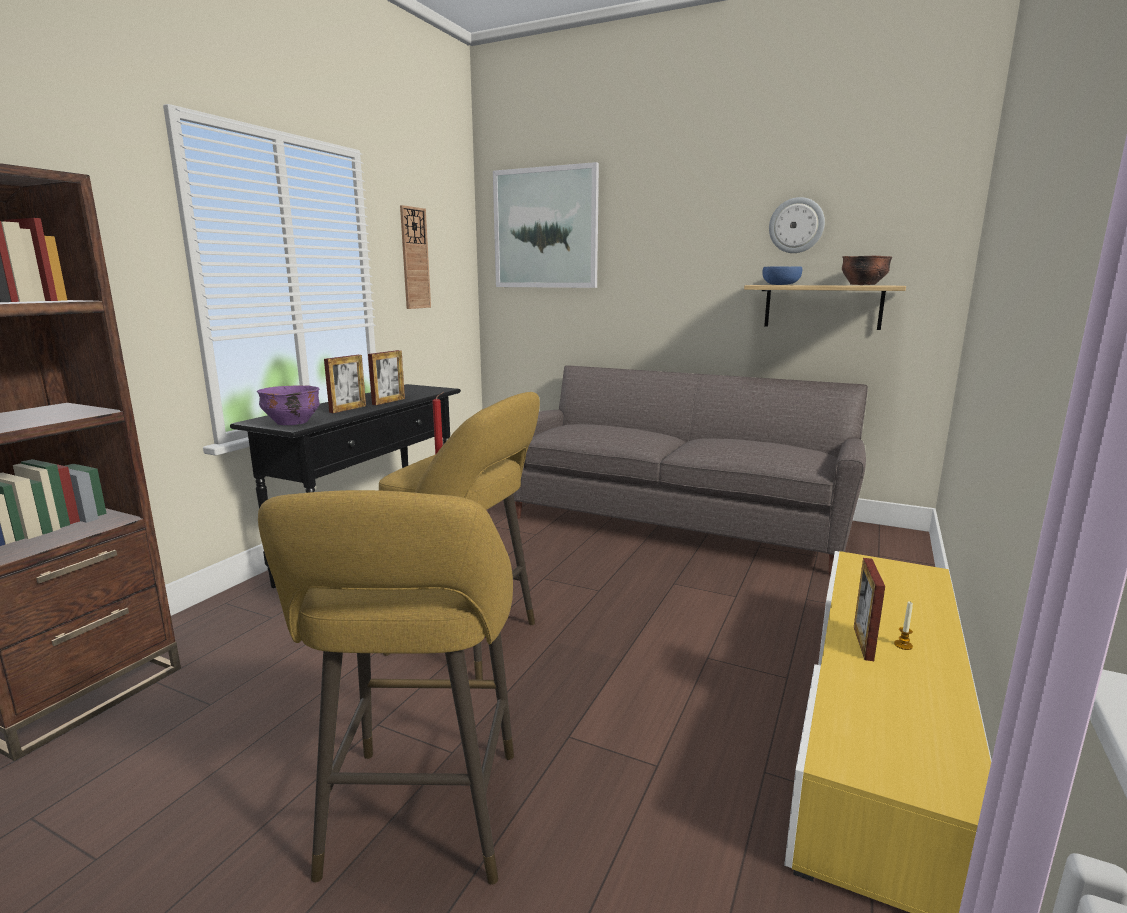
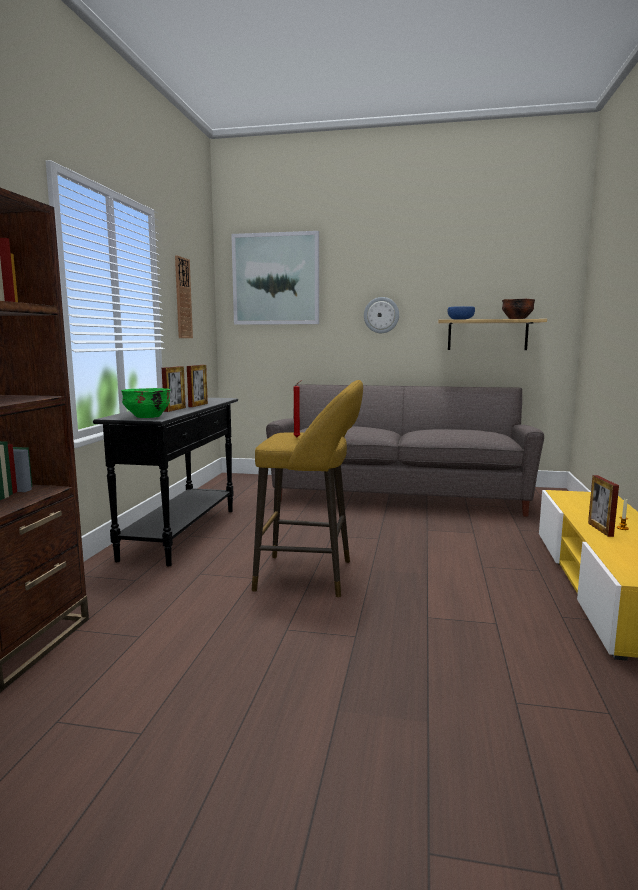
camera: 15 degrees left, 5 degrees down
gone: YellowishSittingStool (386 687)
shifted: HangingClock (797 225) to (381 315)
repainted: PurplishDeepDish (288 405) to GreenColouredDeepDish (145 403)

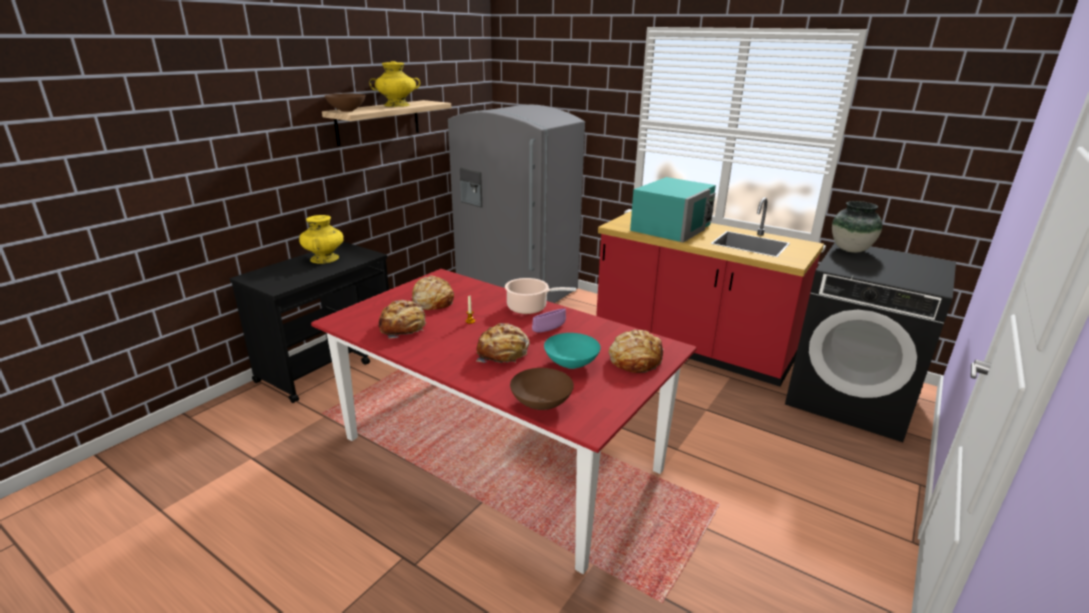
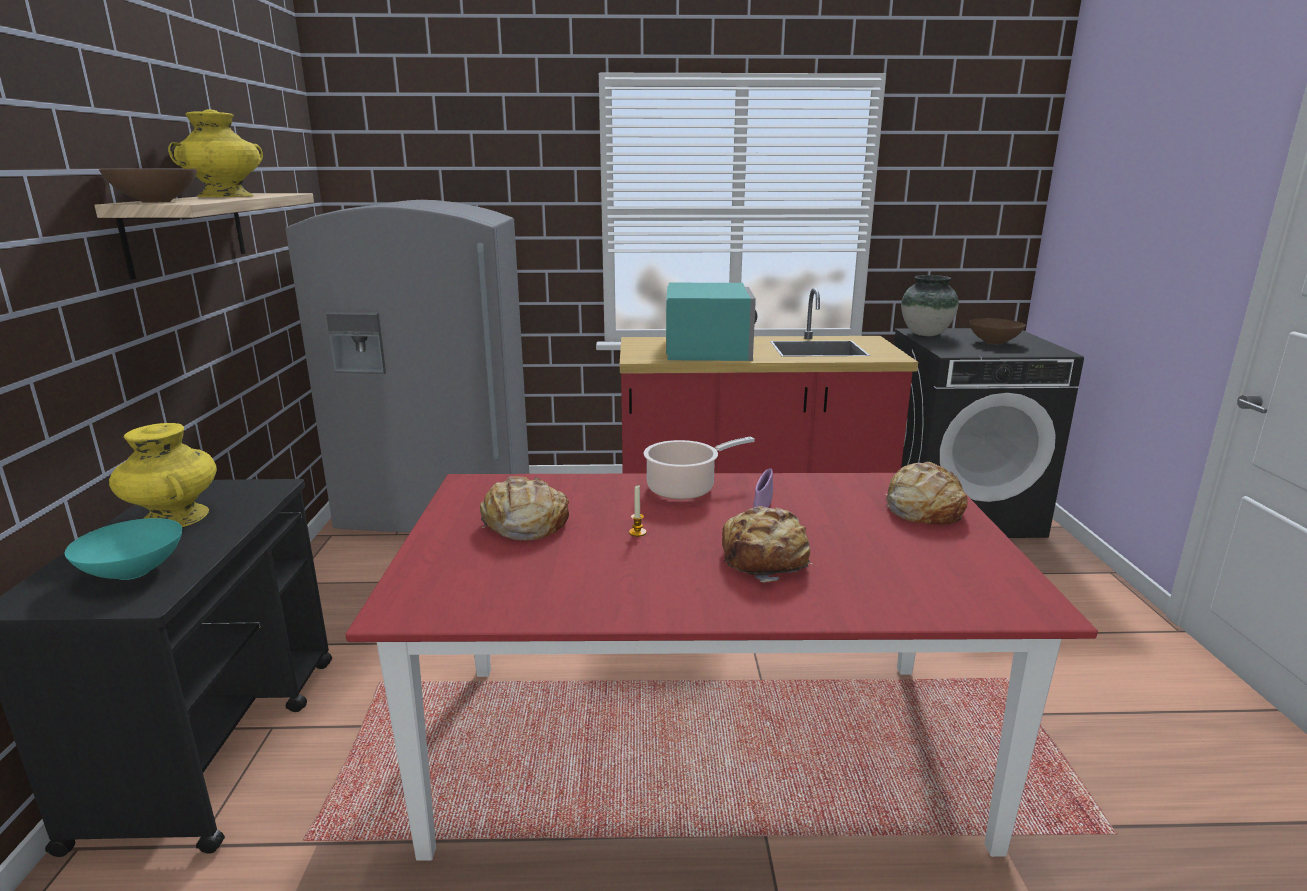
camera: 35 degrees left, 5 degrees down
gone: BakedBread (402 319)
shifted: BlueGreenDeepDish (572 351) to (123 549); BrownDeepDish (542 389) to (997 331)

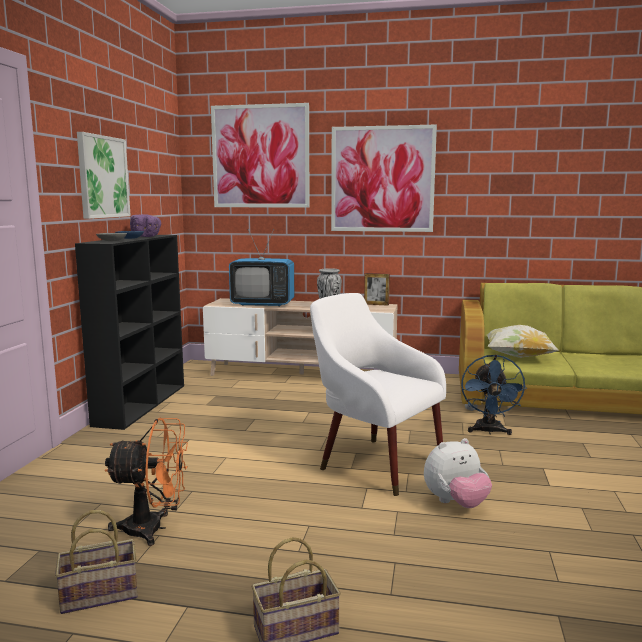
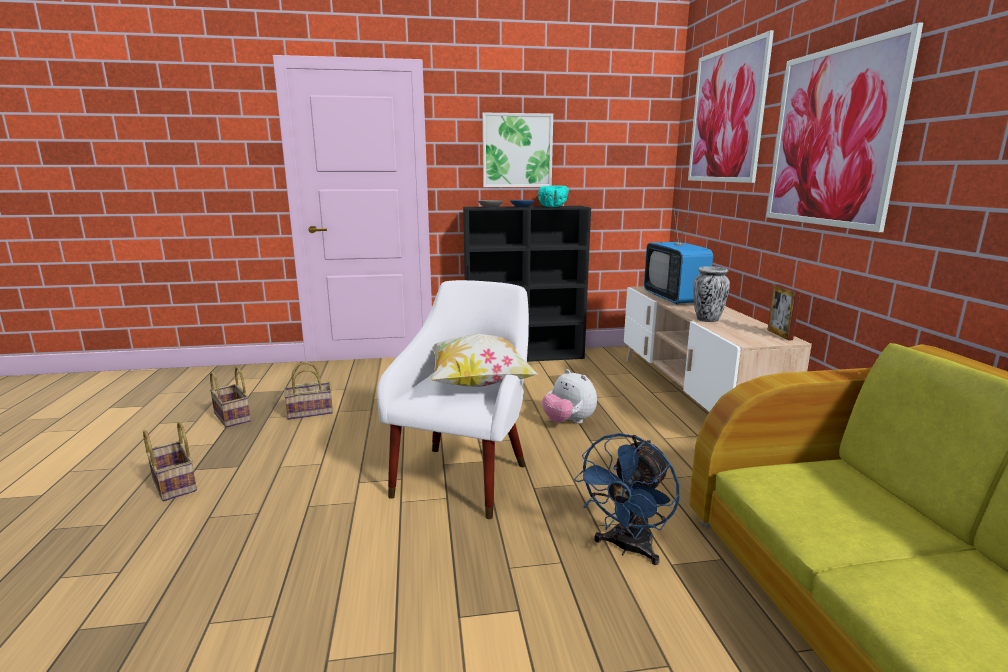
camera: 70 degrees right, 5 degrees up
shifted: Cushion (523 341) to (484 360); CuddlyToy (458 473) to (569 396)
swapped: OrangeyCoolingFan (146 482) to HouseholdBasket (308 391)
repainted: PurplishDeepDish (145 225) to BlueGreenDeepDish (553 196)
rotated: BlueCoolingFan (494 394) = (626 499) 45 degrees counterclockwise

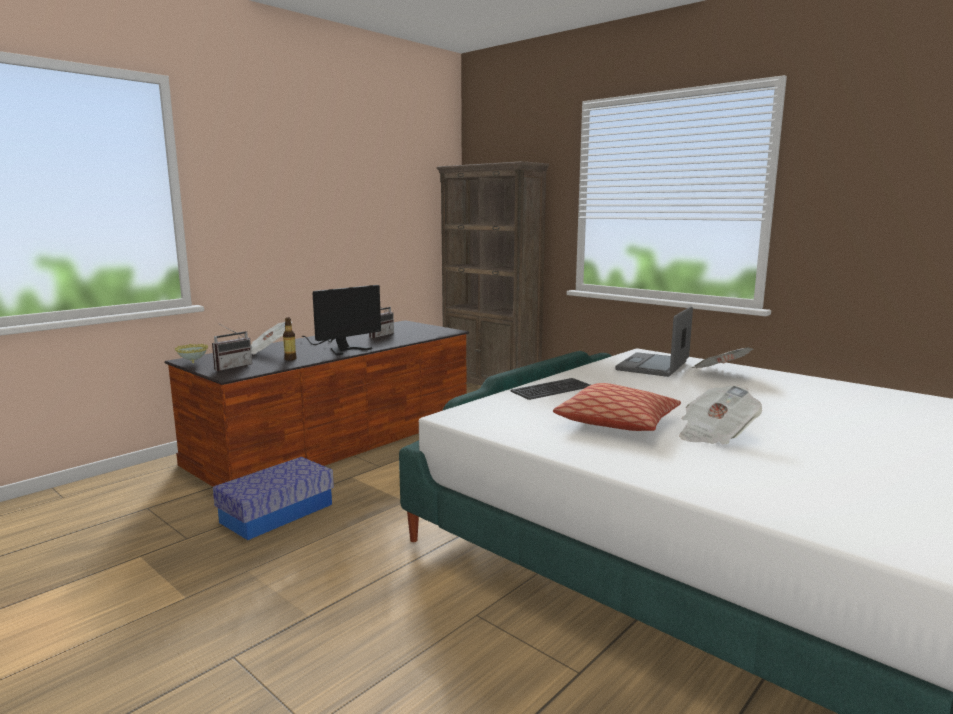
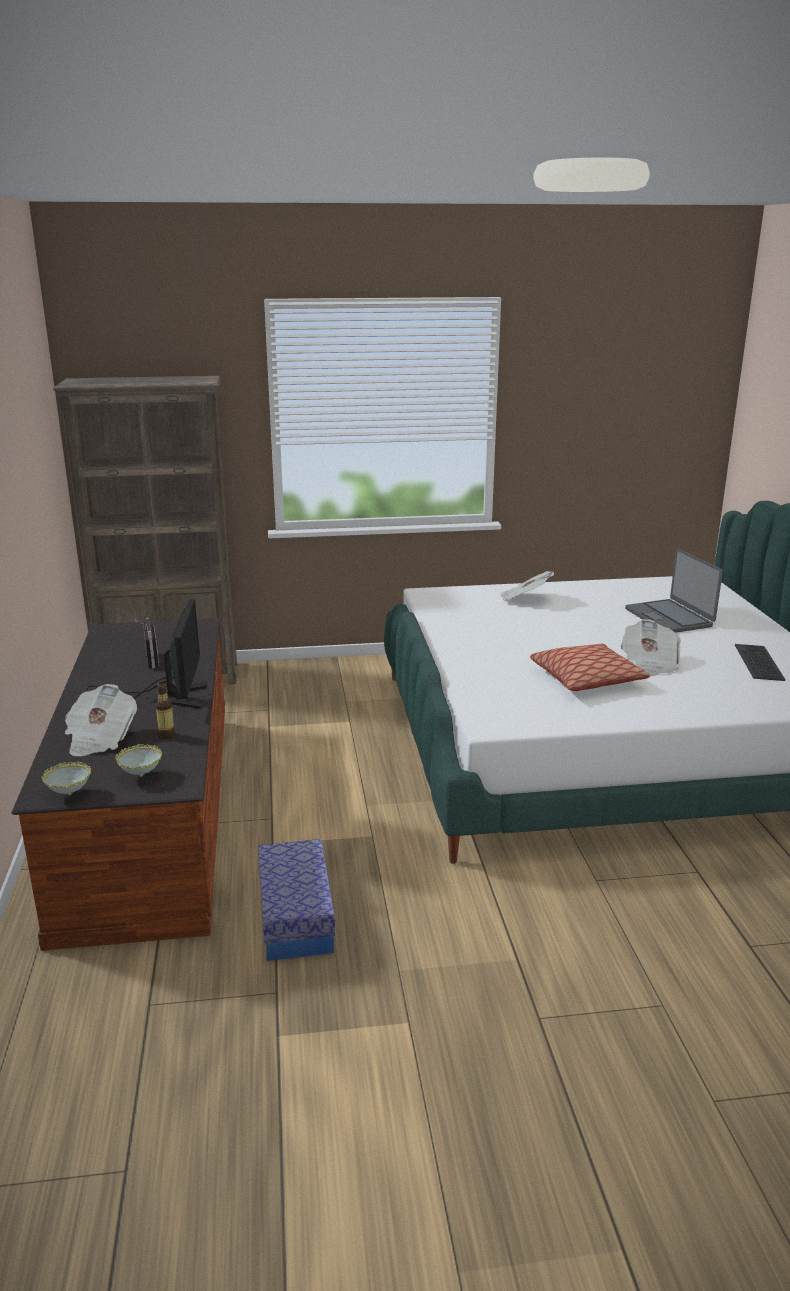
camera: 50 degrees left, 10 degrees up
shifted: Laptop (654 342) to (674 590); ComputerKeyboard (550 389) to (760 662)
swapped: RadioSet (232 347) to DeepDish (138 760)

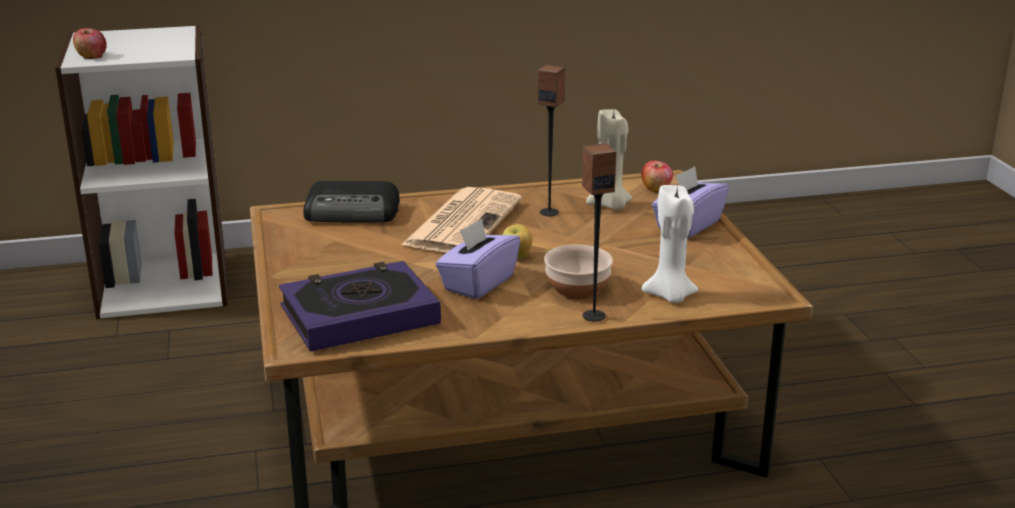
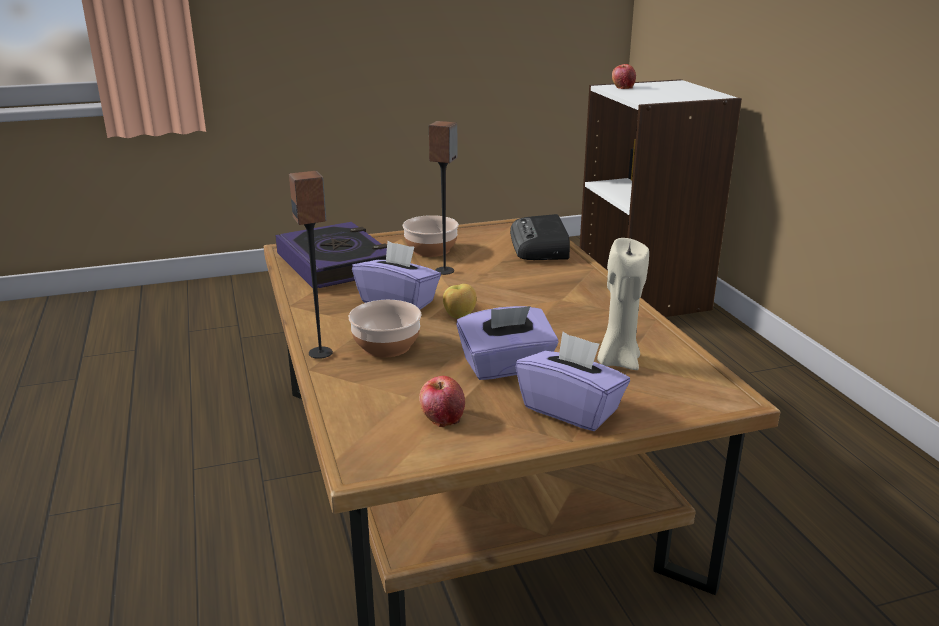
camera: 85 degrees right, 0 degrees up
gone: WhiteColouredWaxCandle (670 244); DailyPaper (461 220)
new: DeepDish (430 236); PurplishBoxOfTissues (507 343)
shifted: AudioSpeaker (552 140) to (443 198); Apple (657 176) to (442 401)

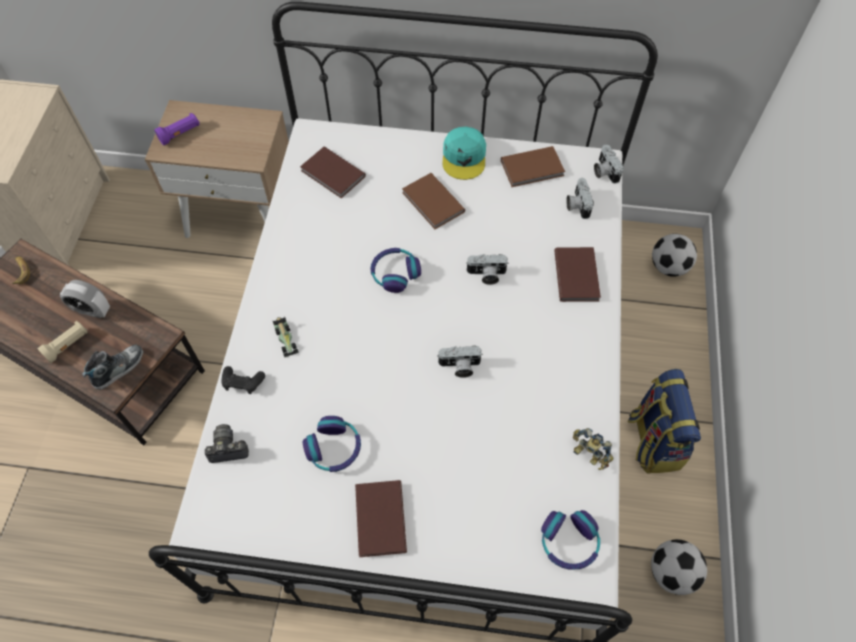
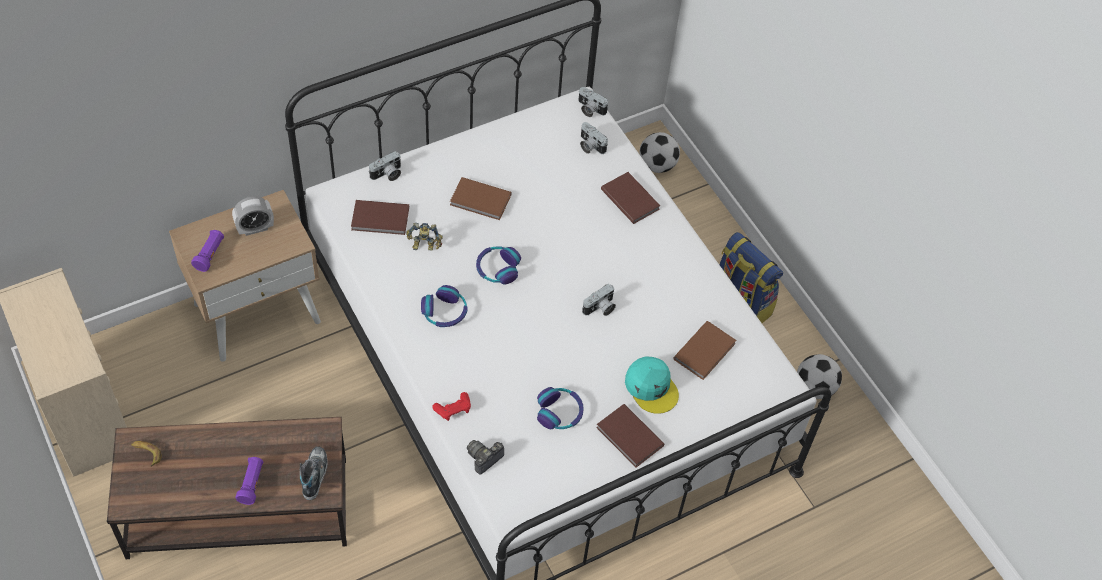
camera: 40 degrees left, 5 degrees down
gone: ModelCar (285 336)
shifted: BlueGreenCap (464 153) to (652 385); BrownBoundBook (533 166) to (704 350); PhotoCamera (487 269) to (385 166); TableClock (85 299) to (253 216); RobotFigure (593 449) to (424 237); Headset (570 539) to (444 306)
repainted: BeigeHandTorch (63 342) to PurplishHandTorch (249 481); BlackGameController (243 380) to RedGameController (451 406)

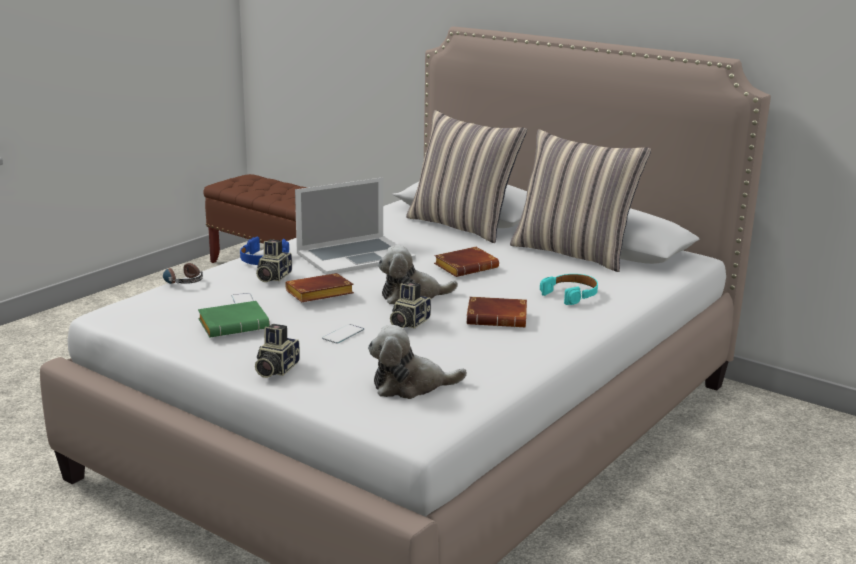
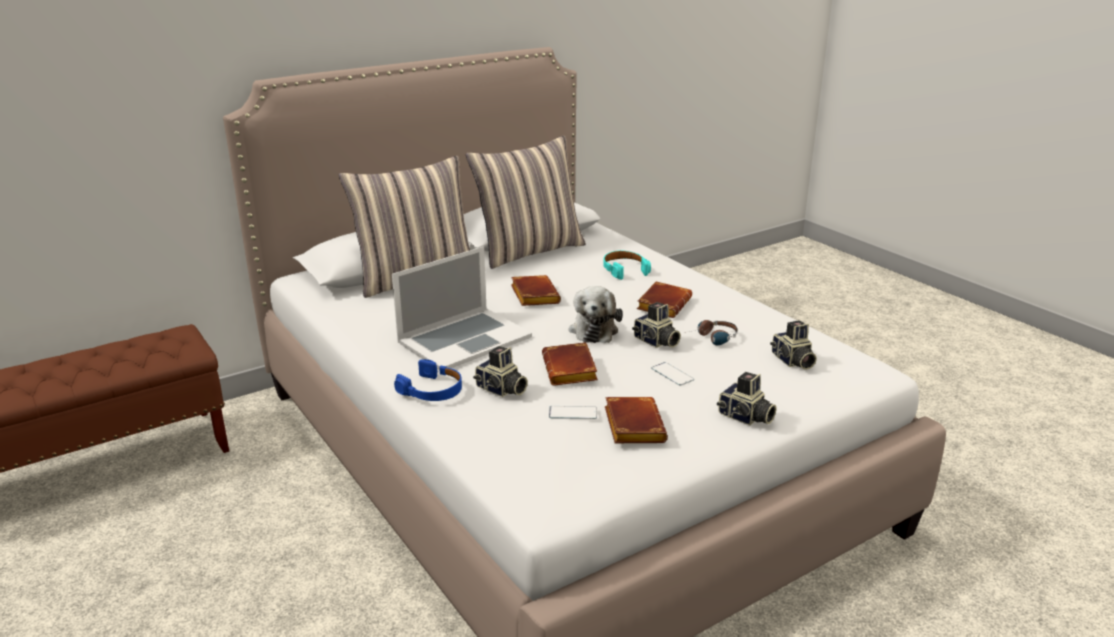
camera: 70 degrees left, 5 degrees up
shifted: Headset (183 273) to (711 332)
swapped: CuddlyToy (417 362) to PhotoCamera (793 345)
repainted: GreenColouredBoundBook (234 319) to BrownBoundBook (636 420)
rotated: Laptop (355 226) = (462 308) 60 degrees clockwise

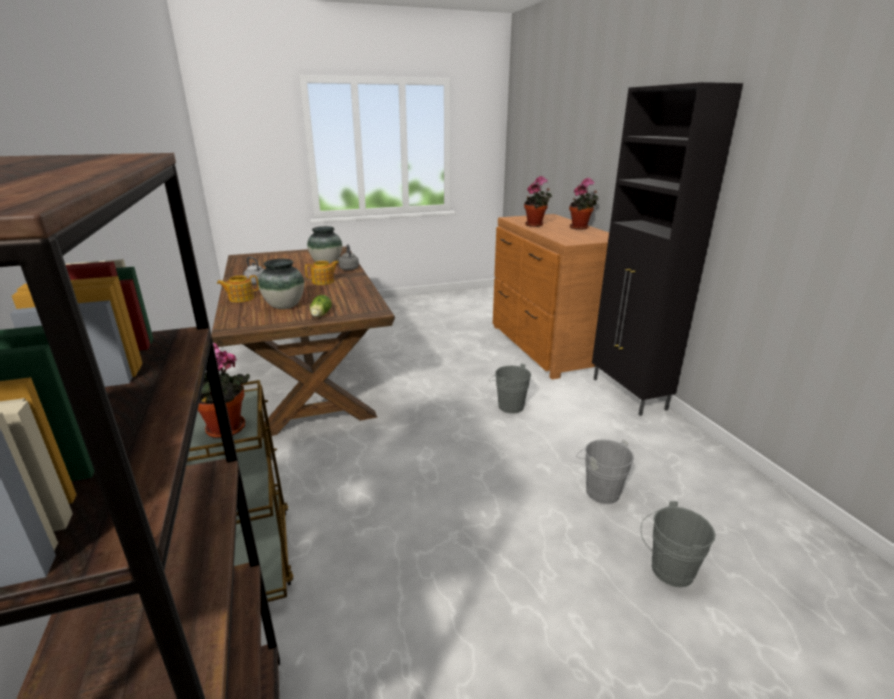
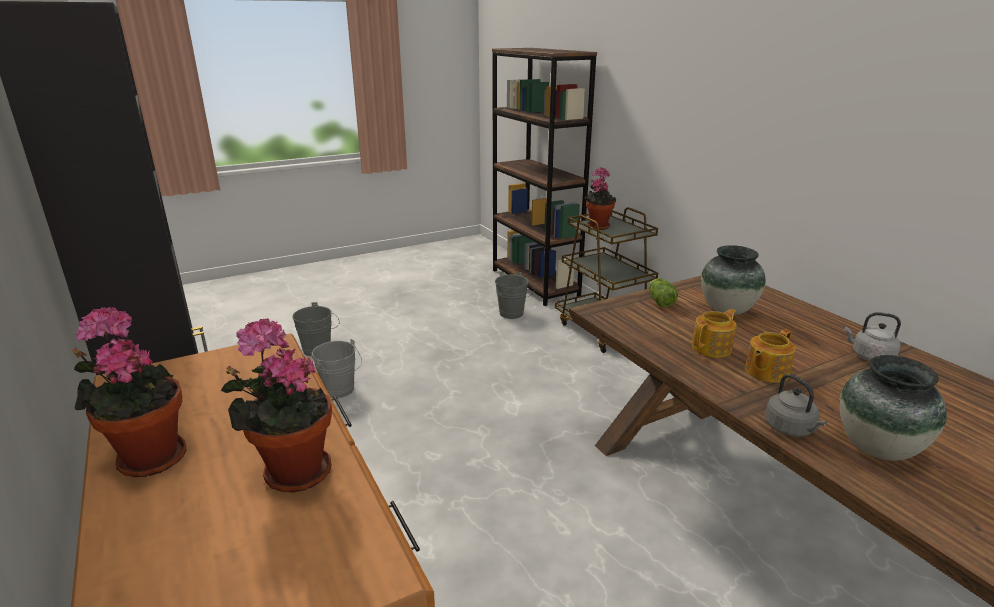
camera: 170 degrees right, 0 degrees up
shifted: TeaPot (238 288) to (714 333); GreyBucket (510 388) to (514 295)

